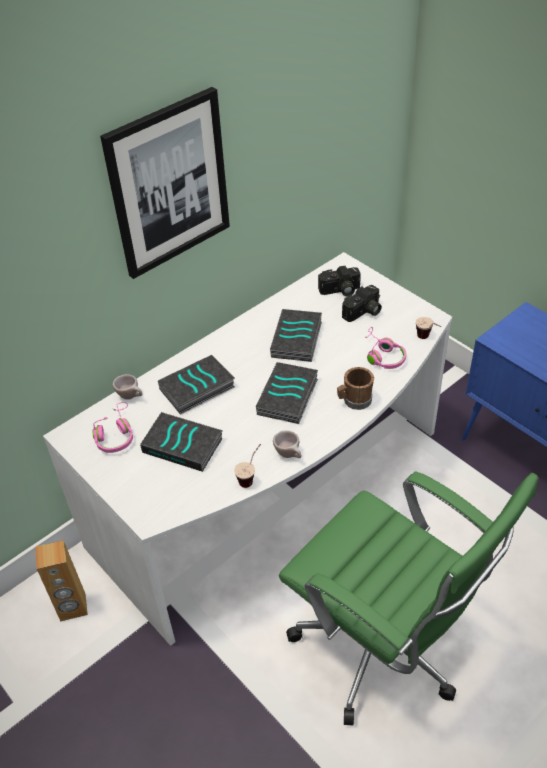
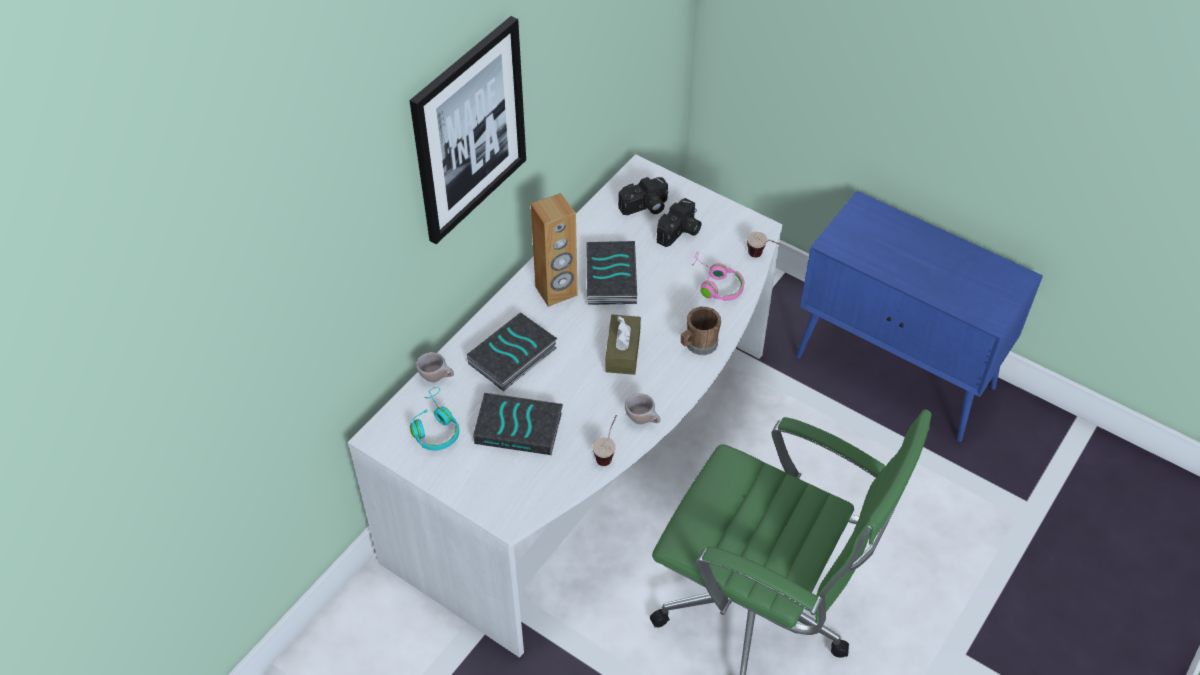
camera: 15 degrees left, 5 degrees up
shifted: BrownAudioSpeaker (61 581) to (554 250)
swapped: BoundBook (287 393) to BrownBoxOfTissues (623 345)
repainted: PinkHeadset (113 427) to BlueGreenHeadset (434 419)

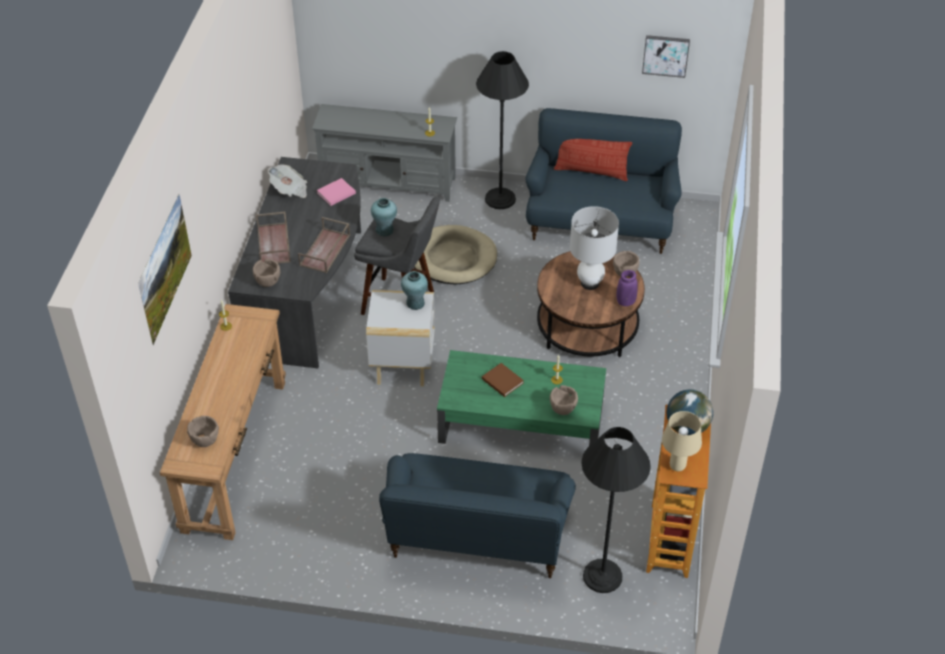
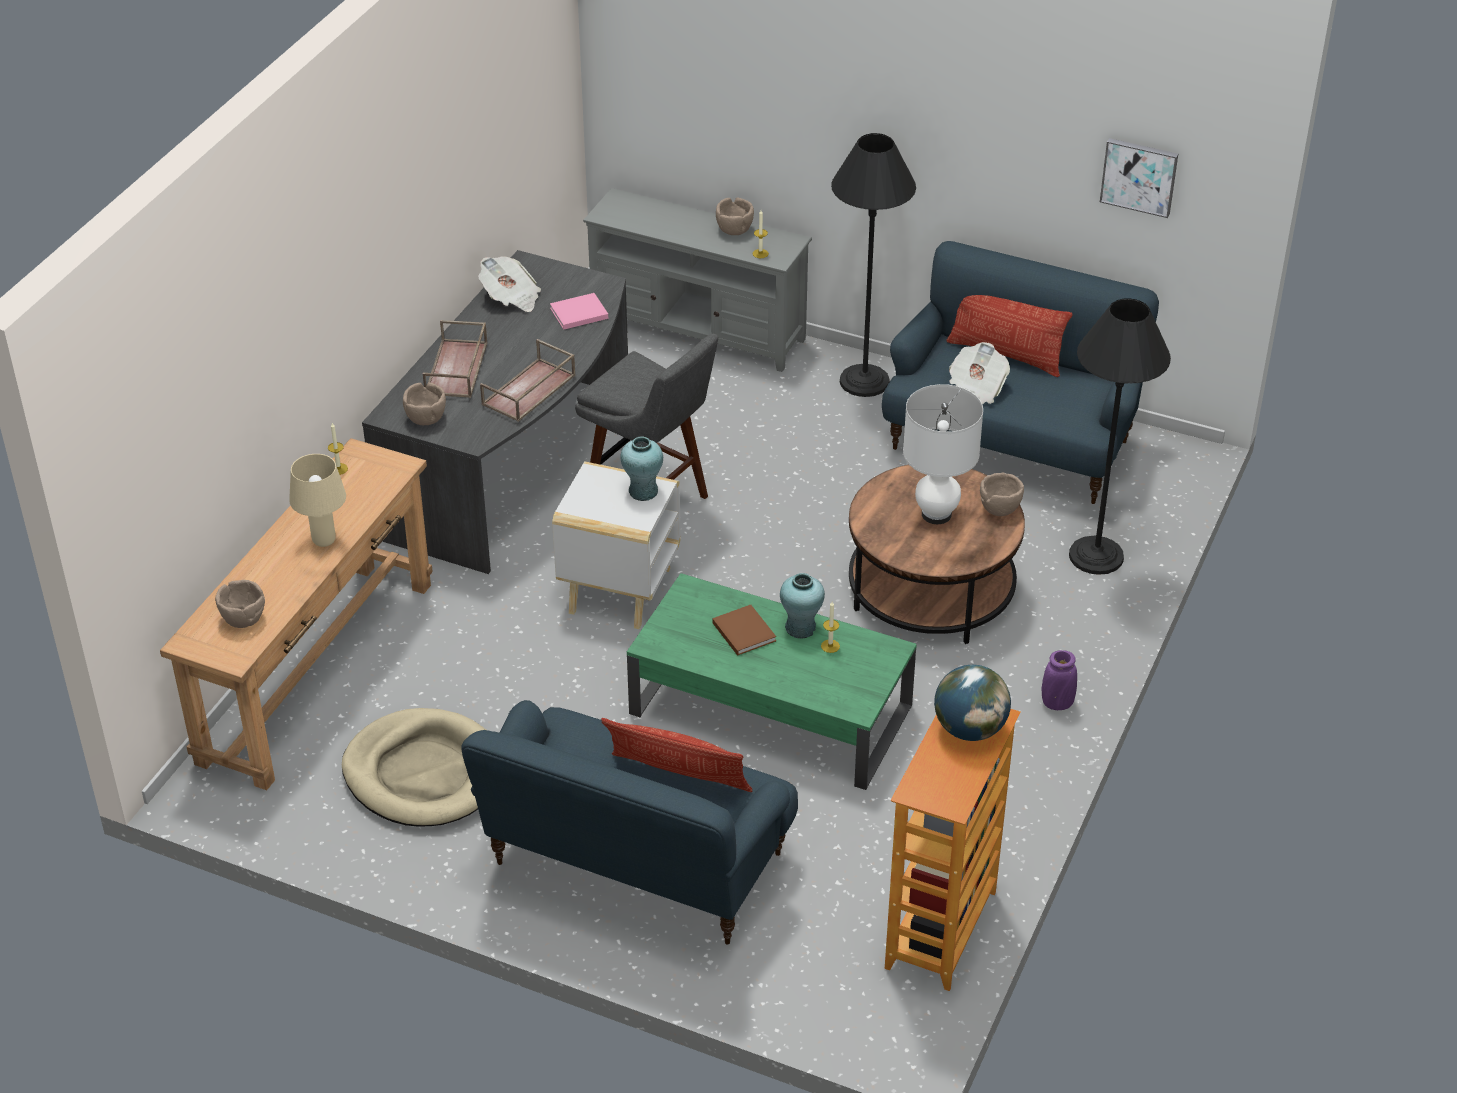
camera: 15 degrees right, 5 degrees down
gone: WallArt (165 269)
new: DailyPaper (979 373); Cushion (676 755)
shifted: BlueGreenDecorativeVase (384 217) to (802 606); BeigeDogBed (455 254) to (414 767); PurplishDecorativeVase (627 288) to (1059 680); BrownDeepDish (564 400) to (735 216); BeigeTabletopLamp (682 441) to (317 500); BlackStandardLamp (616 510) to (1120 436)

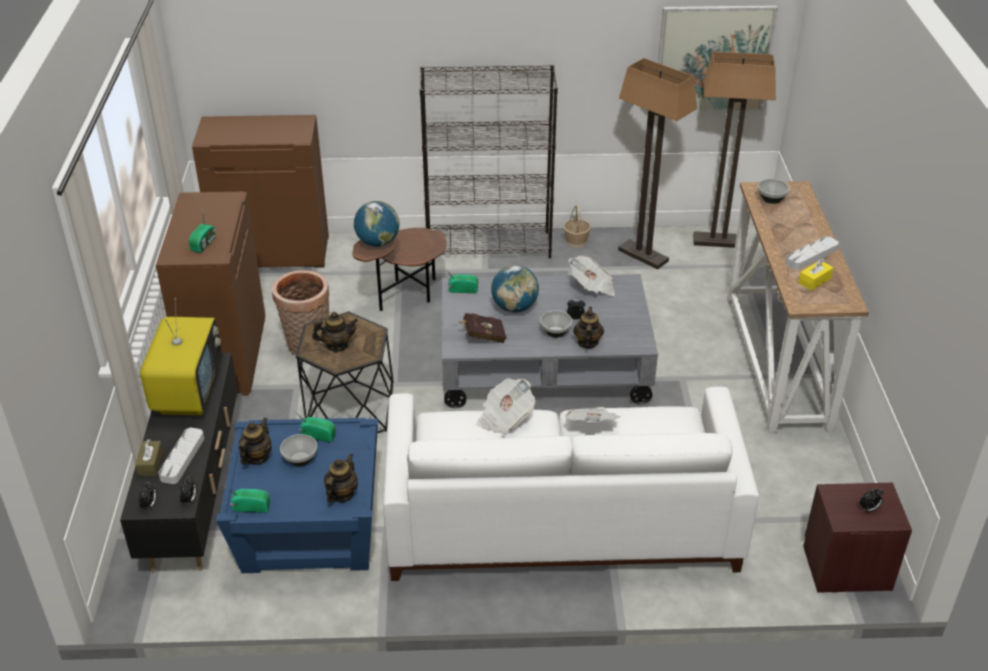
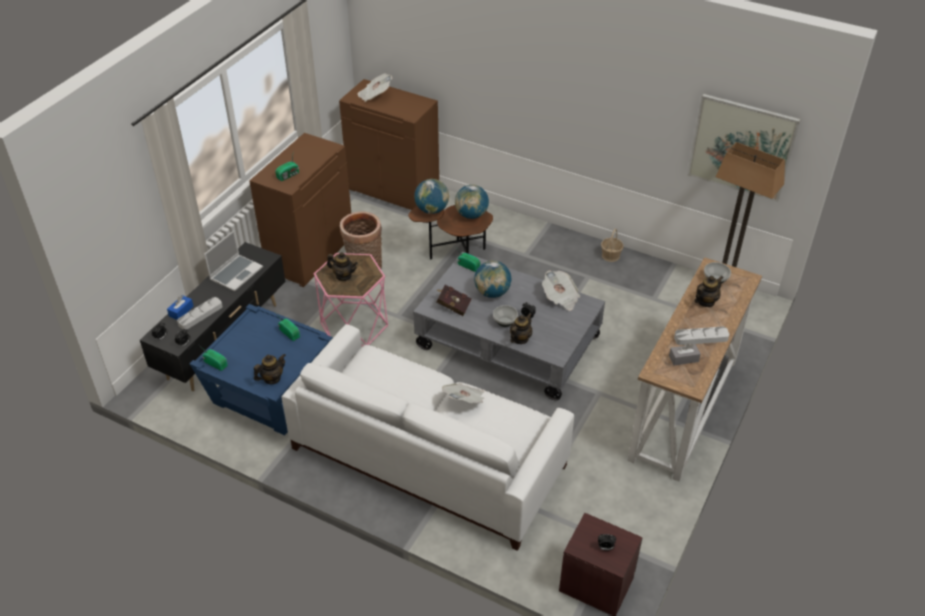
camera: 30 degrees right, 5 degrees up
gone: StandardLamp (657 163); BlackBookcase (489 162); DeepDish (298 450)
new: WorldGlobe (472 202)
shifted: DailyPaper (506 406) to (375 87); TeaPot (255 441) to (709 291)
swapped: Tv (181 356) to Laptop (233 260)
repainted: YellowishBoxOfTissues (816 274) to GreyBoxOfTissues (685 354); BlackSideTable (344 372) to PinkSideTable (351 299); BrownBoxOfTissues (149 457) to BlueBoxOfTissues (180 307)

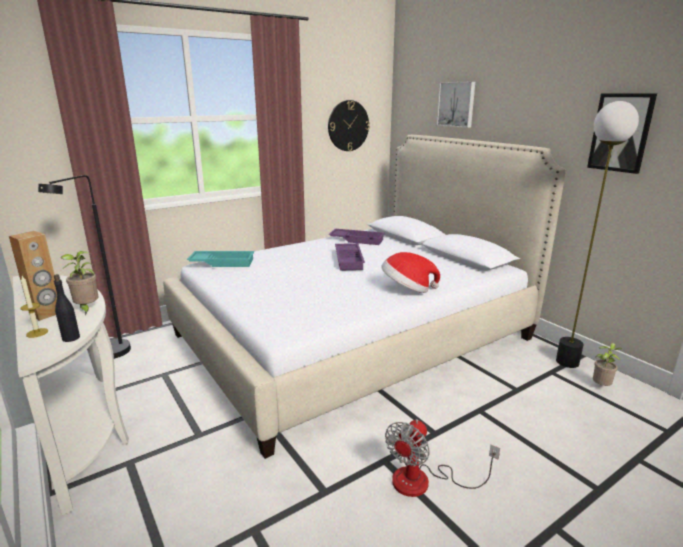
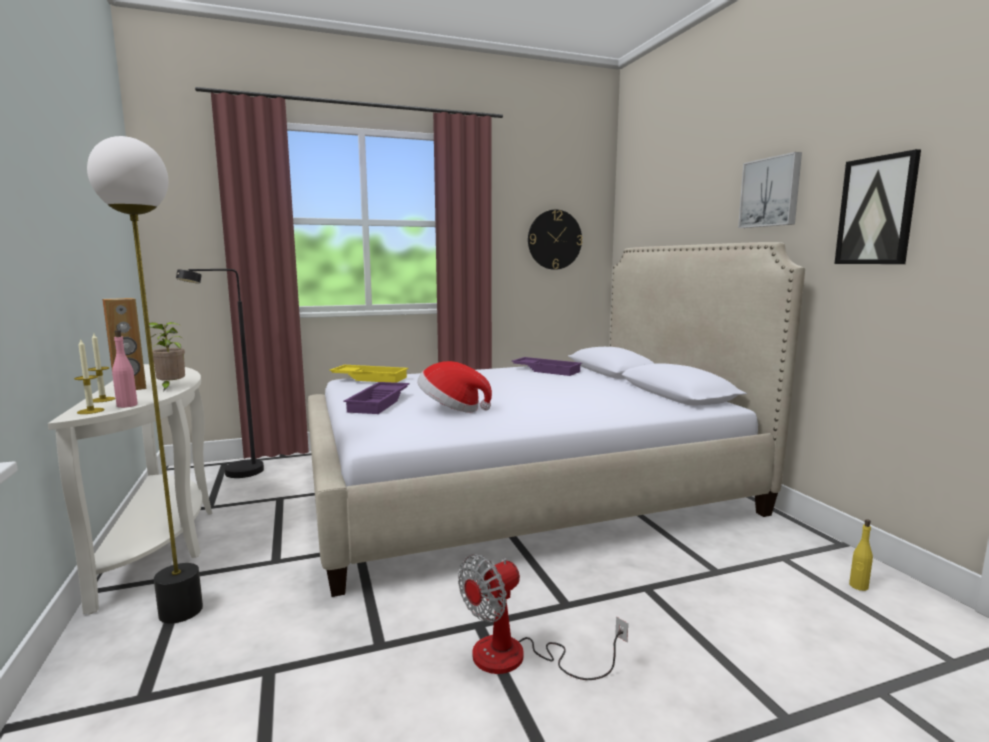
camera: 15 degrees right, 10 degrees down
new: WaxCandle (89 376)
shifted: WallArt (456 104) to (770 190); StandardLamp (597 234) to (145 380); PurplishTray (350 257) to (377 398); WearableHat (410 272) to (454 387)
swapped: Houseplant (607 364) to YellowishBeverageBottle (861 555)
repainted: BlueGreenTray (220 259) to YellowishTray (368 374); BlackBeverageBottle (67 308) to PinkBeverageBottle (125 369)

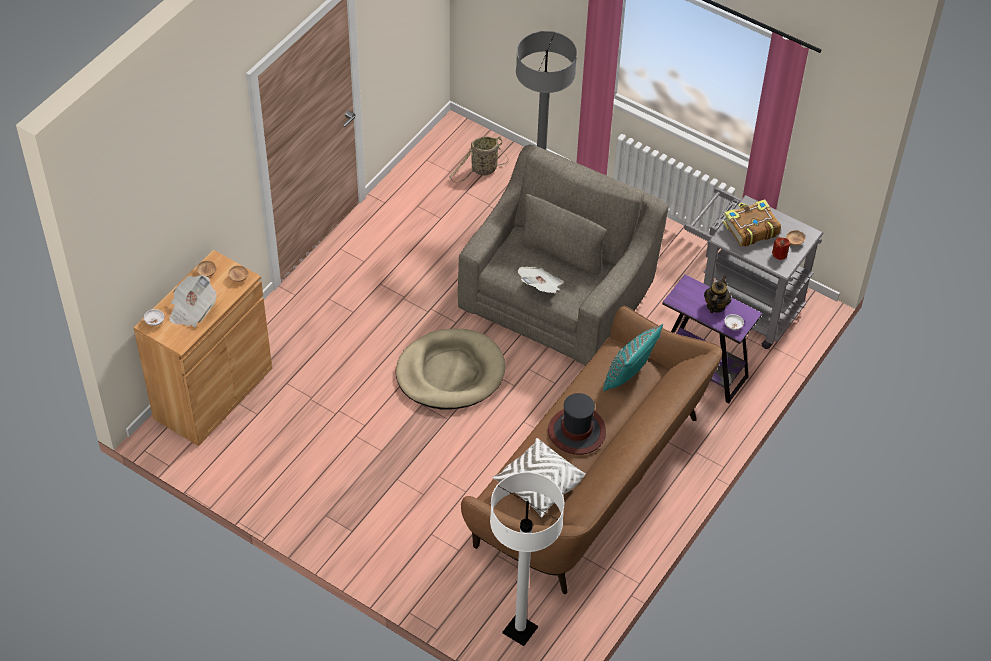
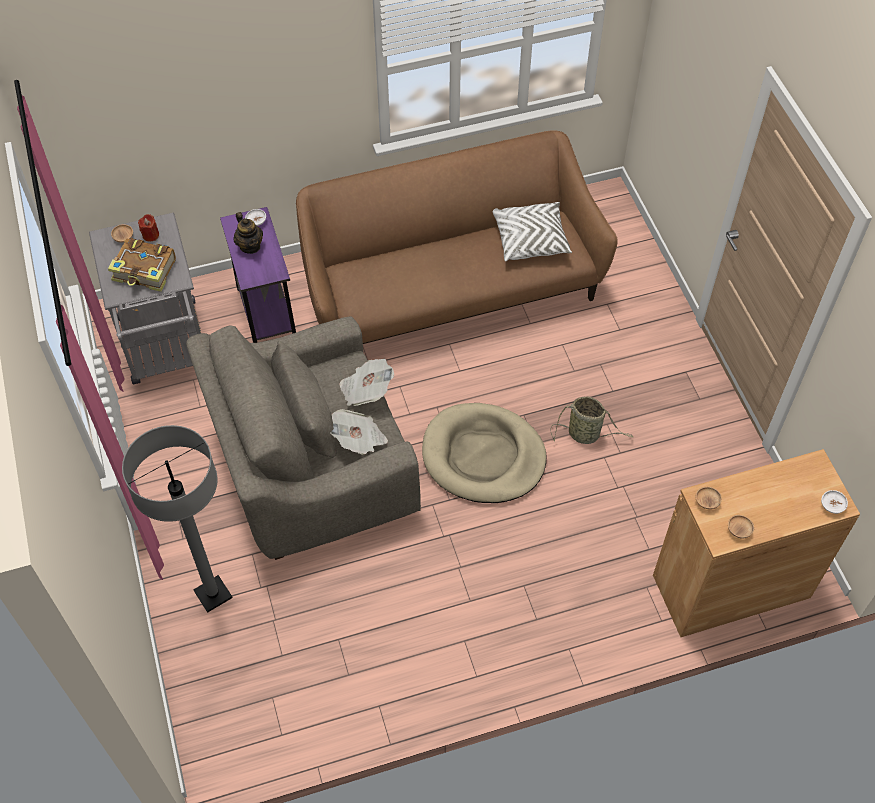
camera: 140 degrees left, 5 degrees up
gone: BlueGreenCushion (633 357); WearableHat (577 424); WhiteColouredStandardLamp (527 559)
shifted: HouseholdBasket (479 159) to (592 420); DailyPaper (192 301) to (359 432)
rotated: TeaPot (717 294) = (248 233) 90 degrees counterclockwise

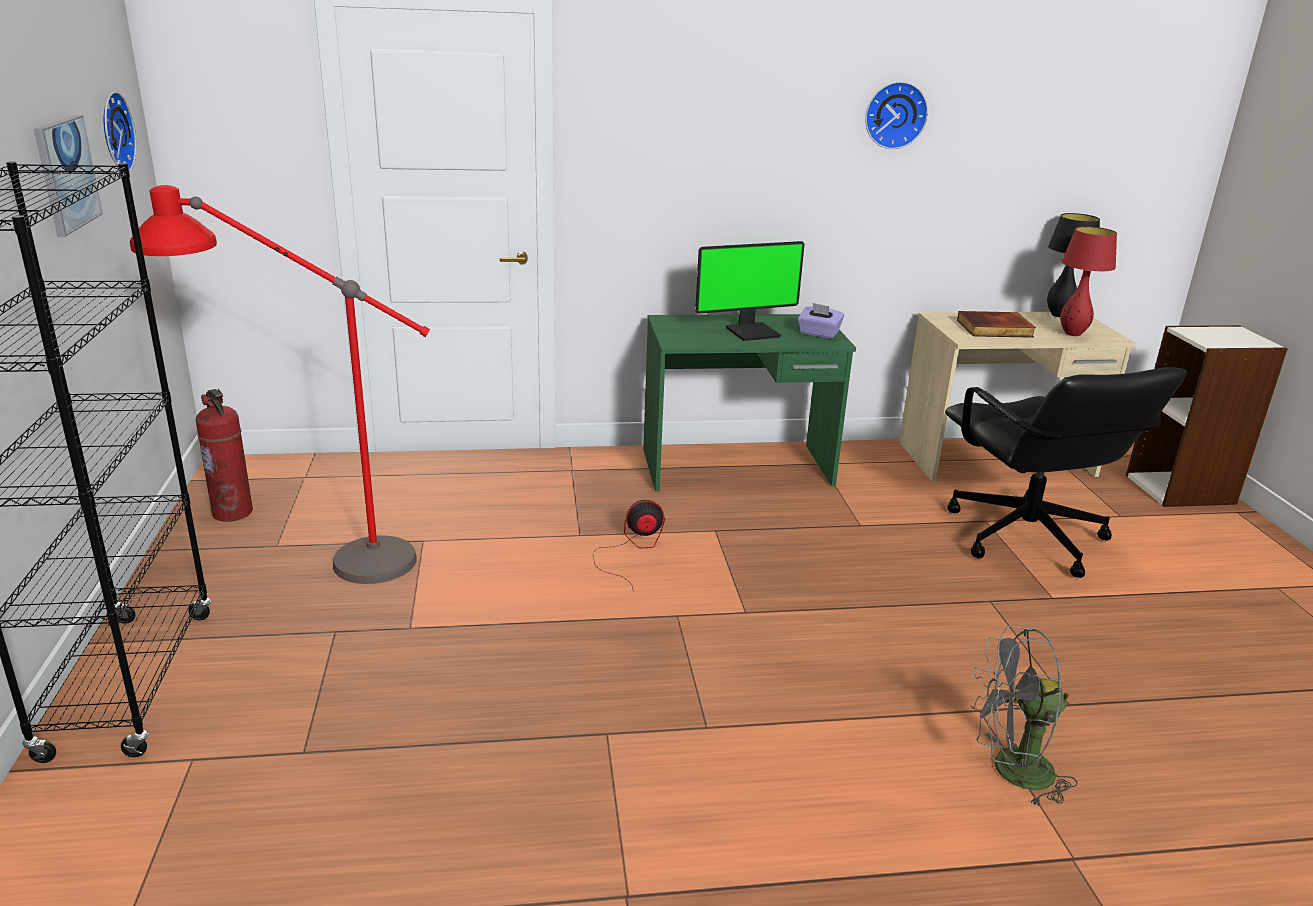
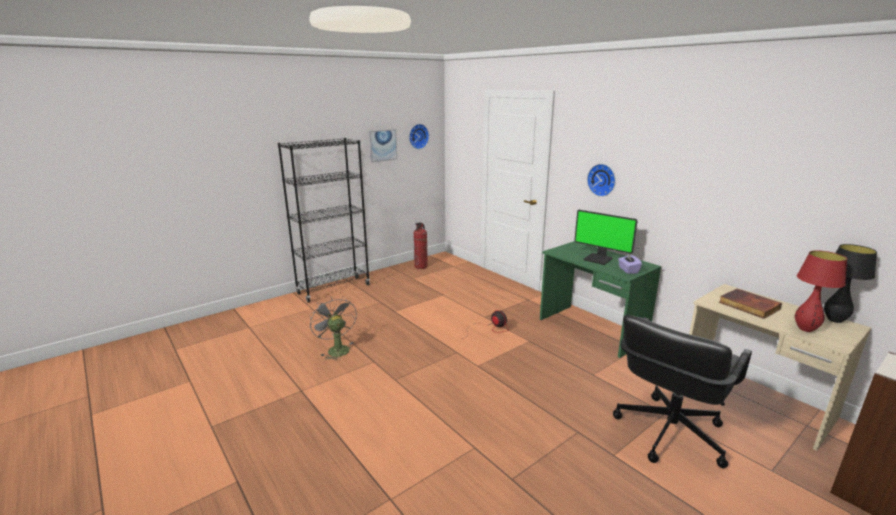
camera: 60 degrees right, 5 degrees down
gone: RedStandardLamp (280 384)
shifted: HangingClock (896 115) to (601 180); GreyCoolingFan (1023 716) to (333 328)

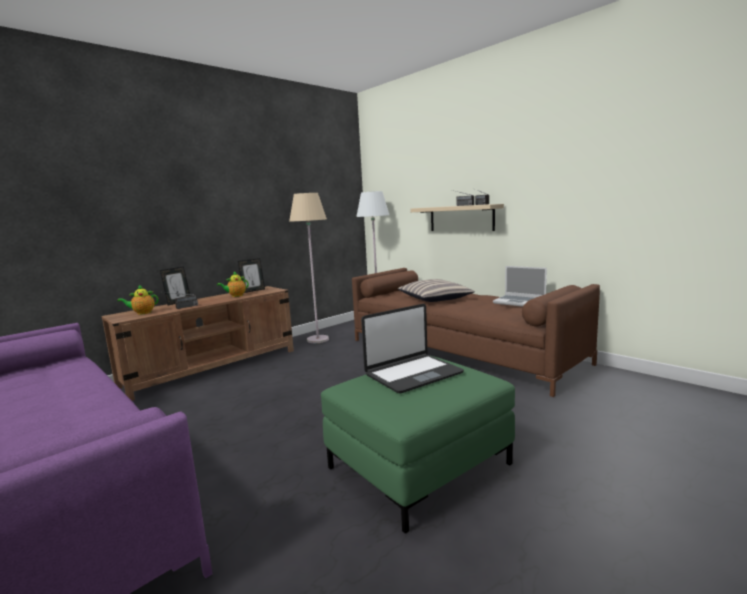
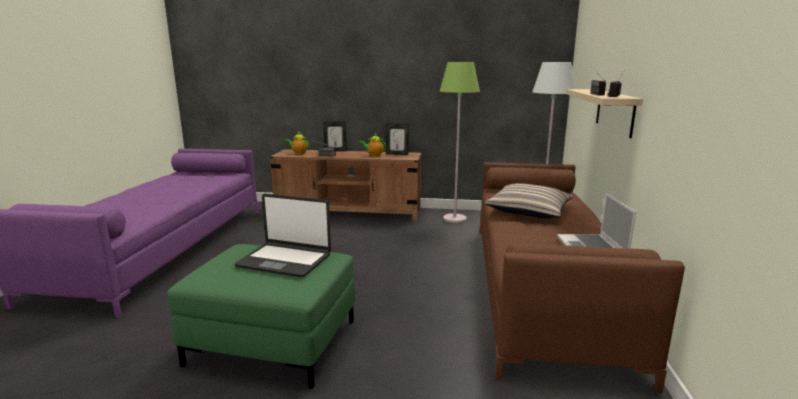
camera: 50 degrees right, 5 degrees up
repainted: BeigeStandardLamp (309 268) to GreenColouredStandardLamp (460 142)

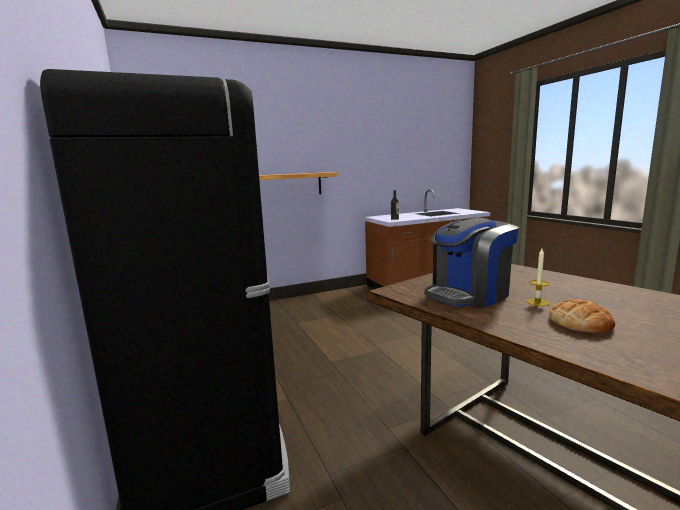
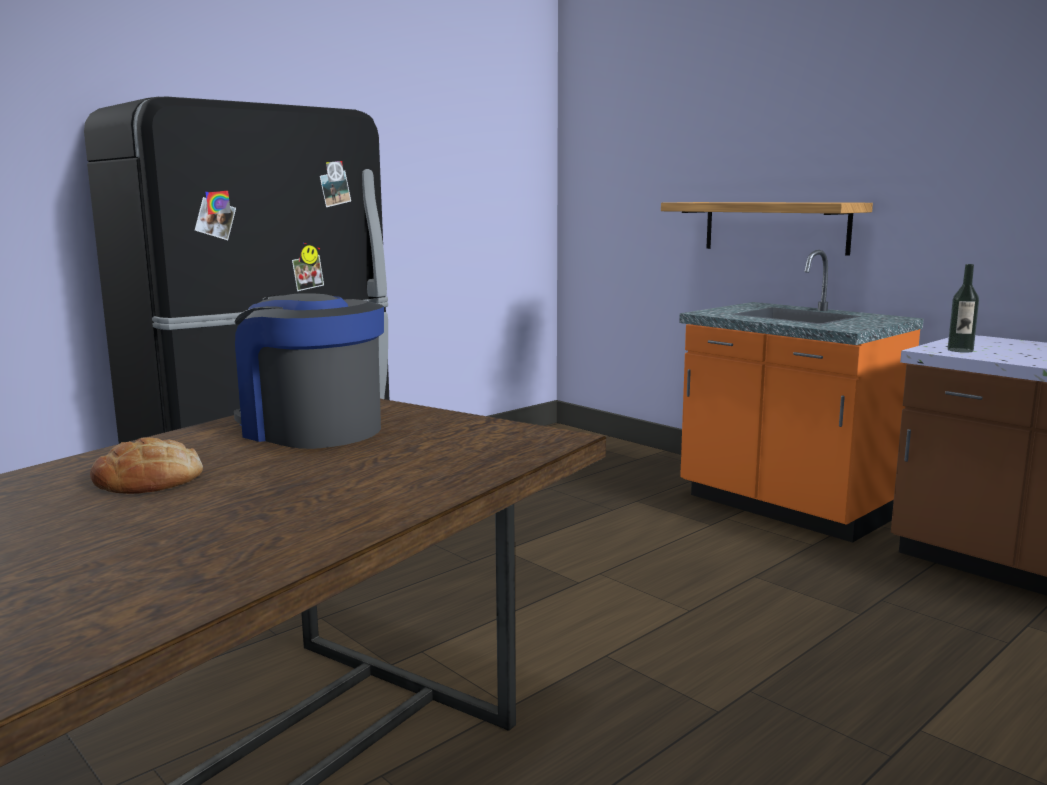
camera: 70 degrees right, 0 degrees up
gone: WaxCandle (537 277)
new: OrangeyKitchenCounter (801 396)

